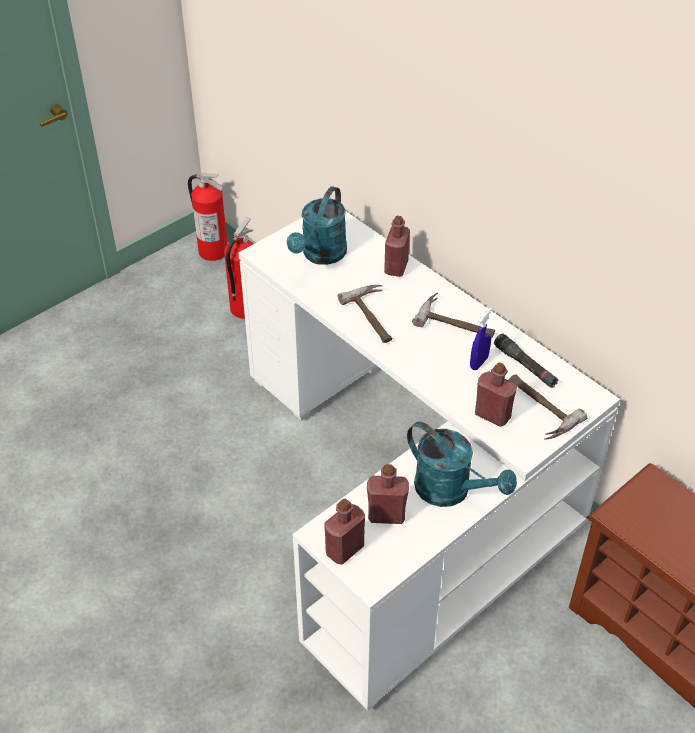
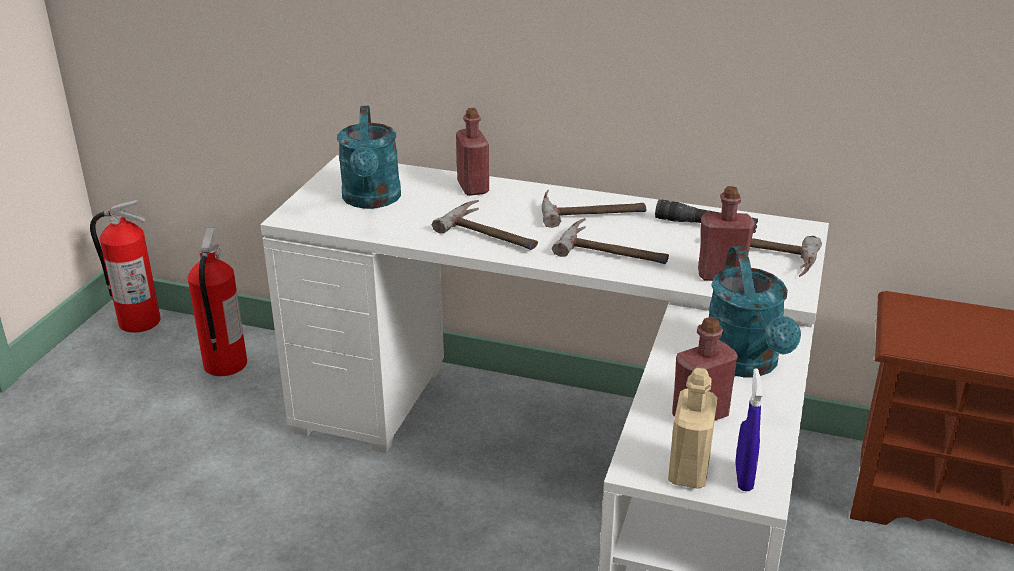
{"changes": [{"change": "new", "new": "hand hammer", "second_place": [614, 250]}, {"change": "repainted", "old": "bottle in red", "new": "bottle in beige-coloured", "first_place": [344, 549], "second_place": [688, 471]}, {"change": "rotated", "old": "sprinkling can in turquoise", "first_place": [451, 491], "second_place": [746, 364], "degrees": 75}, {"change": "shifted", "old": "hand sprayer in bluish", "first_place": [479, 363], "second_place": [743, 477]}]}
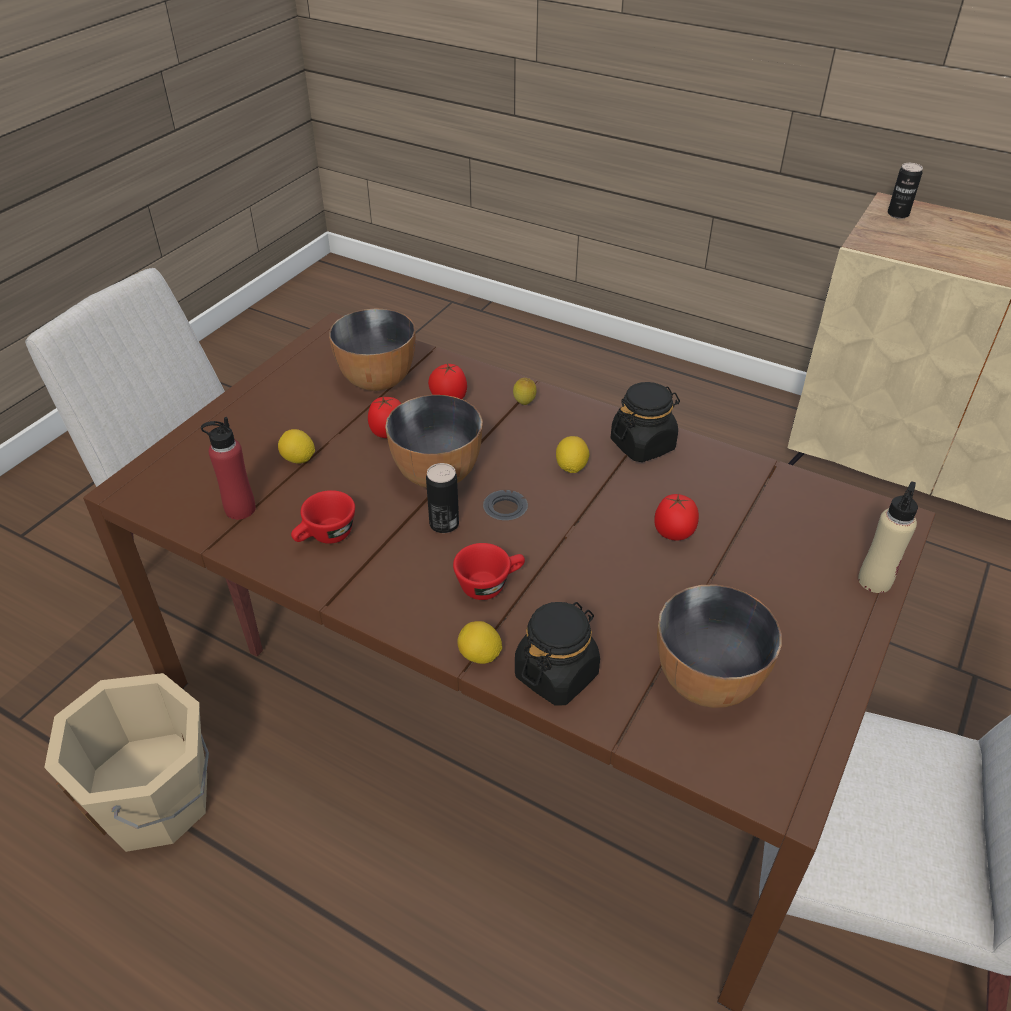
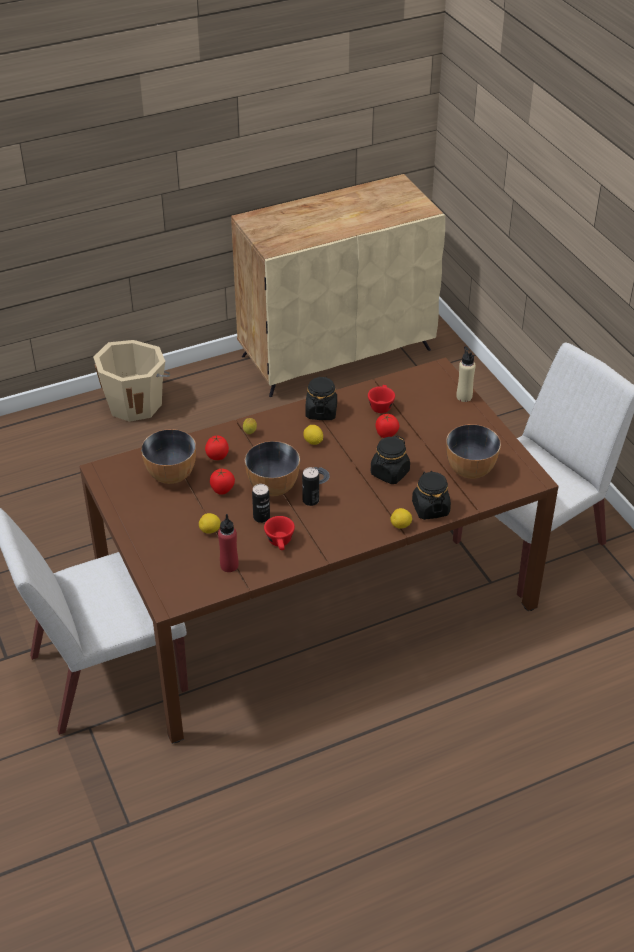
{"changes": [{"change": "shifted", "old": "bucket in beige-coloured", "first_place": [157, 800], "second_place": [135, 403]}, {"change": "shifted", "old": "metal can", "first_place": [898, 214], "second_place": [261, 517]}, {"change": "shifted", "old": "cup in red", "first_place": [490, 584], "second_place": [381, 405]}, {"change": "new", "new": "storage jar in blackish", "second_place": [389, 473]}]}
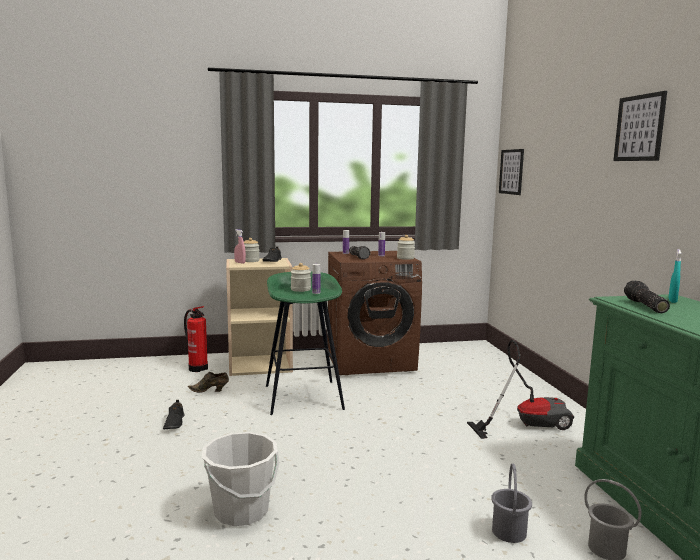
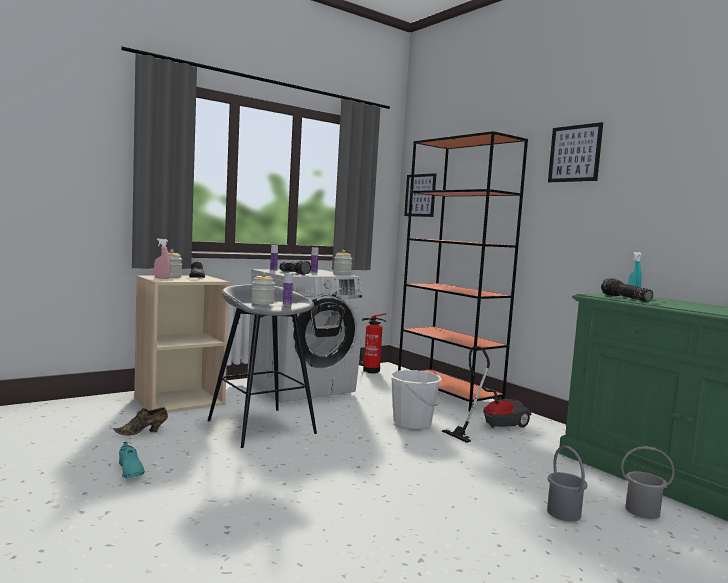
{"changes": [{"change": "repainted", "old": "item of footwear in blackish", "new": "item of footwear in turquoise", "first_place": [174, 423], "second_place": [129, 470]}, {"change": "repainted", "old": "stool in green-coloured", "new": "stool in greyish", "first_place": [304, 397], "second_place": [261, 426]}, {"change": "repainted", "old": "laundry machine in brown-coloured", "new": "laundry machine in white-coloured", "first_place": [371, 363], "second_place": [301, 390]}, {"change": "shifted", "old": "fire extinguisher", "first_place": [197, 368], "second_place": [369, 371]}, {"change": "shifted", "old": "bucket in white-coloured", "first_place": [241, 511], "second_place": [412, 423]}, {"change": "new", "new": "bookcase in orangey", "second_place": [449, 394]}]}
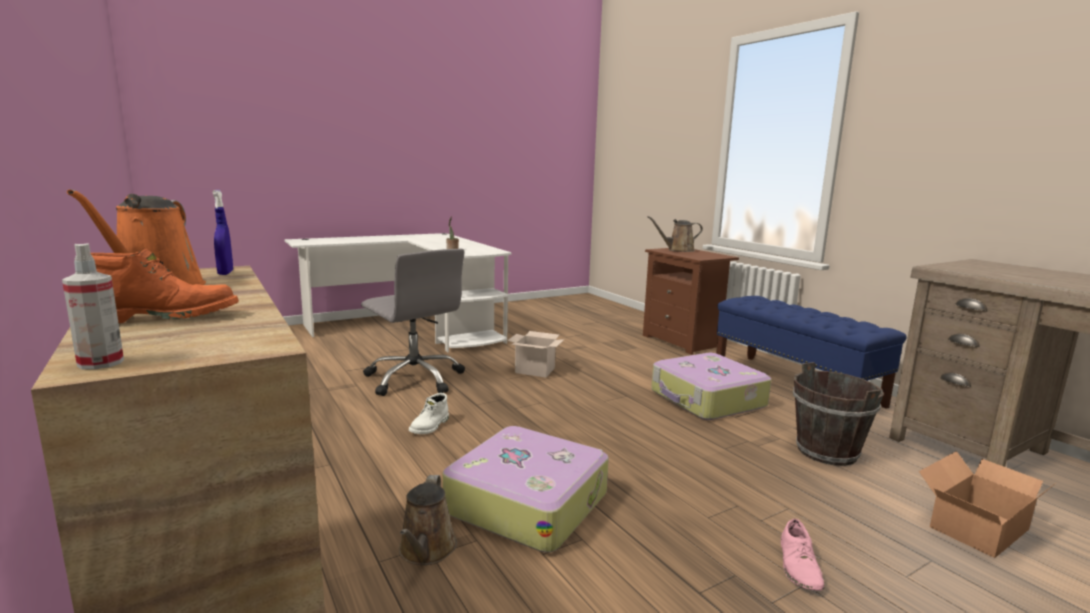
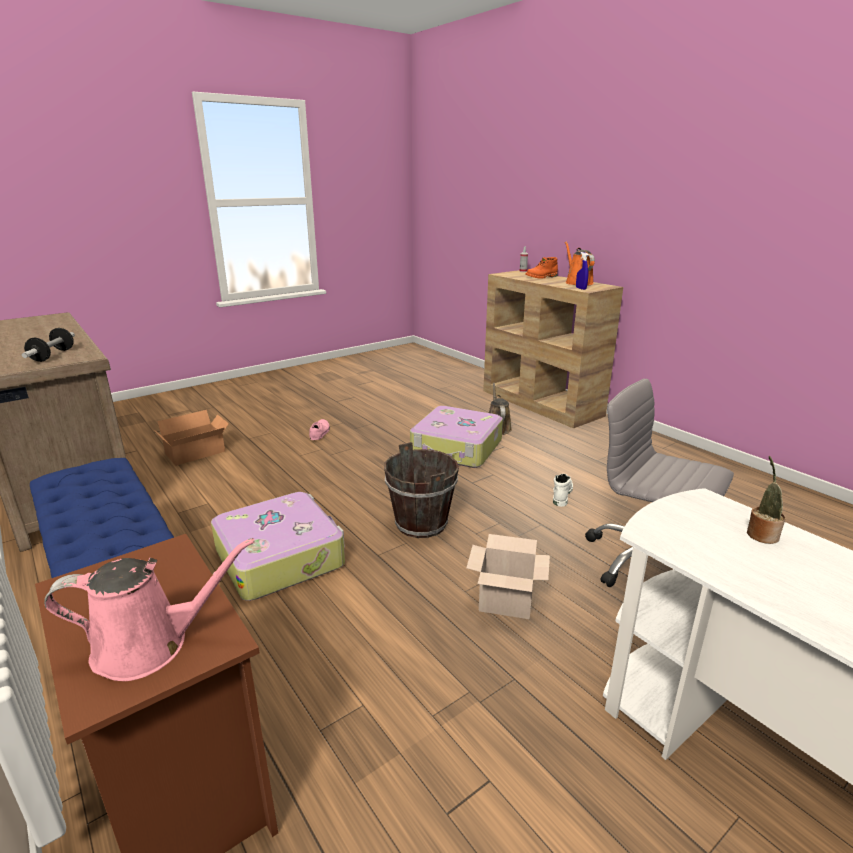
{"changes": [{"change": "new", "new": "hand weight", "second_place": [52, 355]}, {"change": "repainted", "old": "sprinkling can in brown-coloured", "new": "sprinkling can in pink-coloured", "first_place": [678, 250], "second_place": [150, 645]}, {"change": "shifted", "old": "bucket in brown-coloured", "first_place": [826, 452], "second_place": [421, 523]}]}
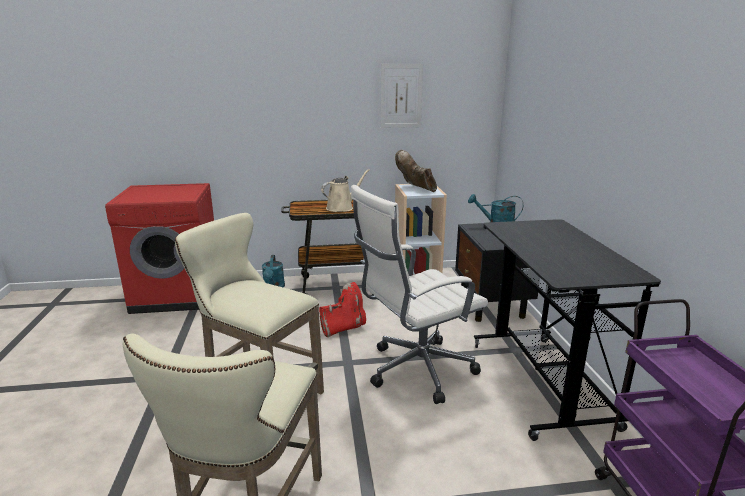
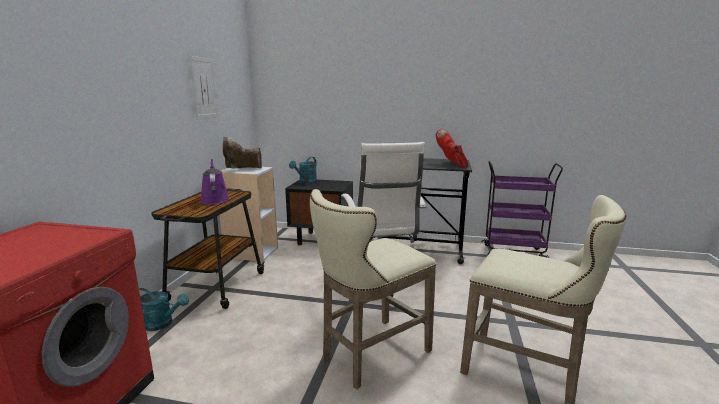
{"changes": [{"change": "repainted", "old": "sprinkling can in beige-coloured", "new": "sprinkling can in purplish", "first_place": [342, 207], "second_place": [214, 200]}, {"change": "shifted", "old": "boot in red", "first_place": [344, 328], "second_place": [451, 164]}]}
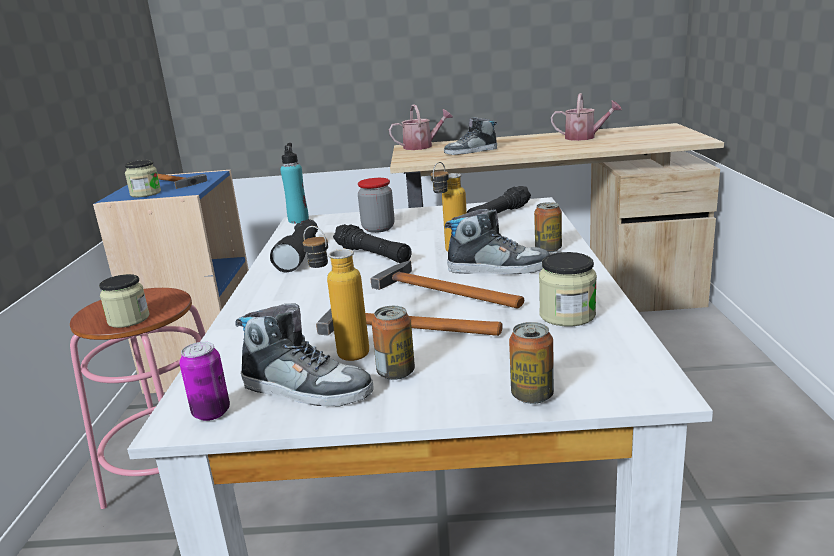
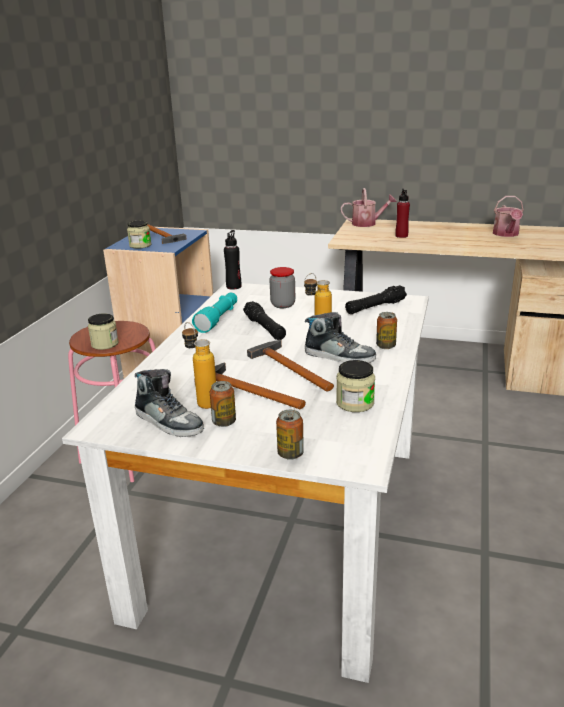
{"changes": [{"change": "repainted", "old": "flashlight in blackish", "new": "flashlight in turquoise", "first_place": [300, 254], "second_place": [218, 319]}, {"change": "repainted", "old": "bottle in turquoise", "new": "bottle in blackish", "first_place": [298, 220], "second_place": [234, 286]}, {"change": "swapped", "old": "item of footwear", "new": "bottle in red", "first_place": [471, 151], "second_place": [401, 236]}, {"change": "rotated", "old": "sprinkling can", "first_place": [584, 137], "second_place": [506, 234], "degrees": 60}, {"change": "gone", "old": "metal can", "first_place": [211, 413]}]}
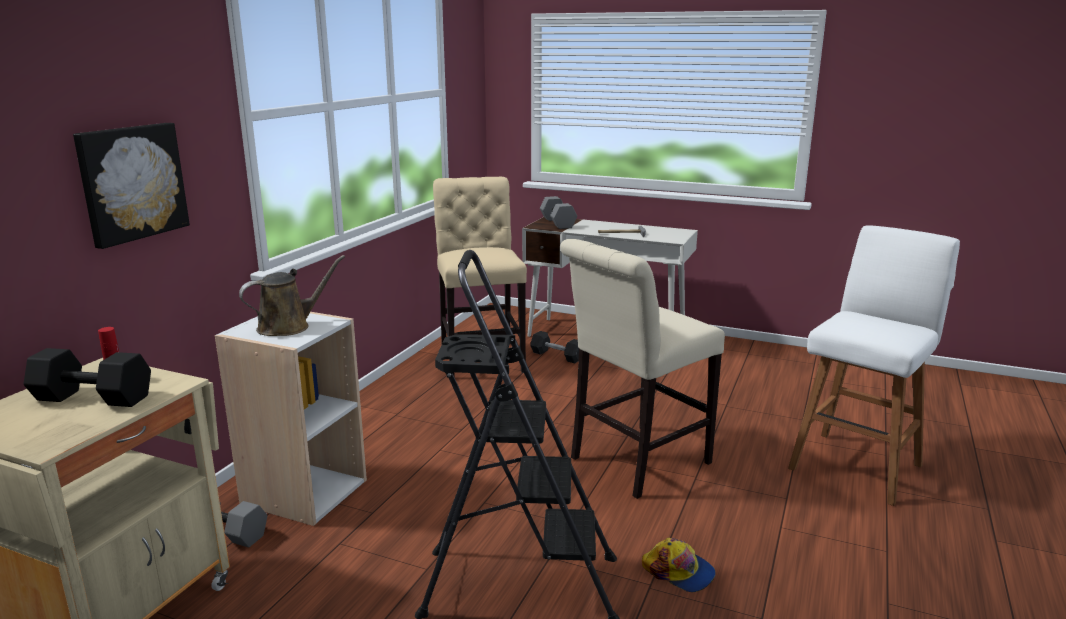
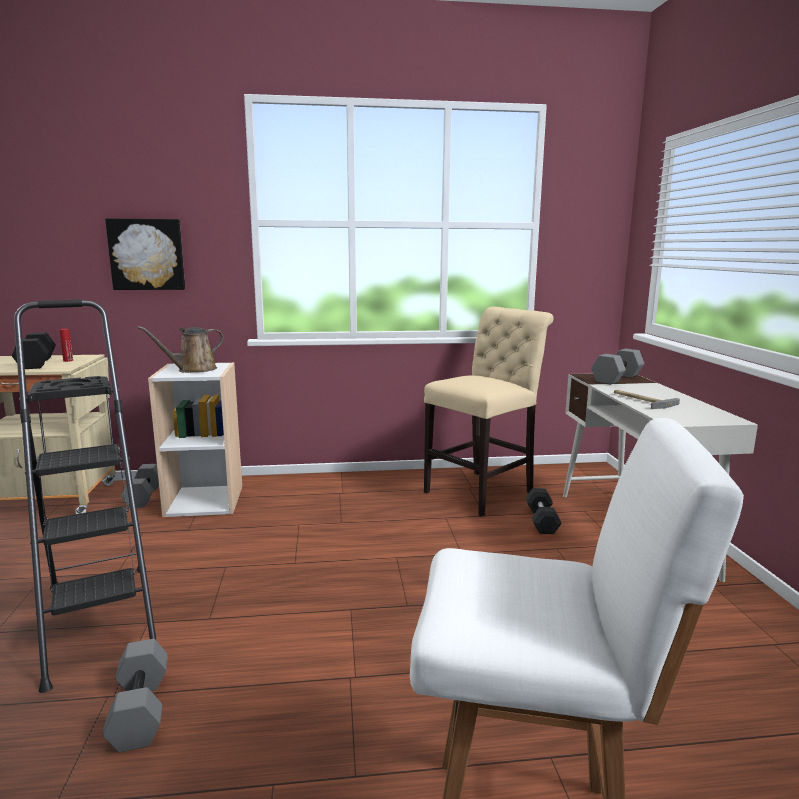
{"changes": [{"change": "swapped", "old": "peaked cap", "new": "hand weight in greyish", "first_place": [679, 571], "second_place": [142, 711]}, {"change": "rotated", "old": "sprinkling can in brown-coloured", "first_place": [289, 326], "second_place": [193, 370], "degrees": 120}, {"change": "gone", "old": "stool in beige-coloured", "first_place": [633, 463]}]}
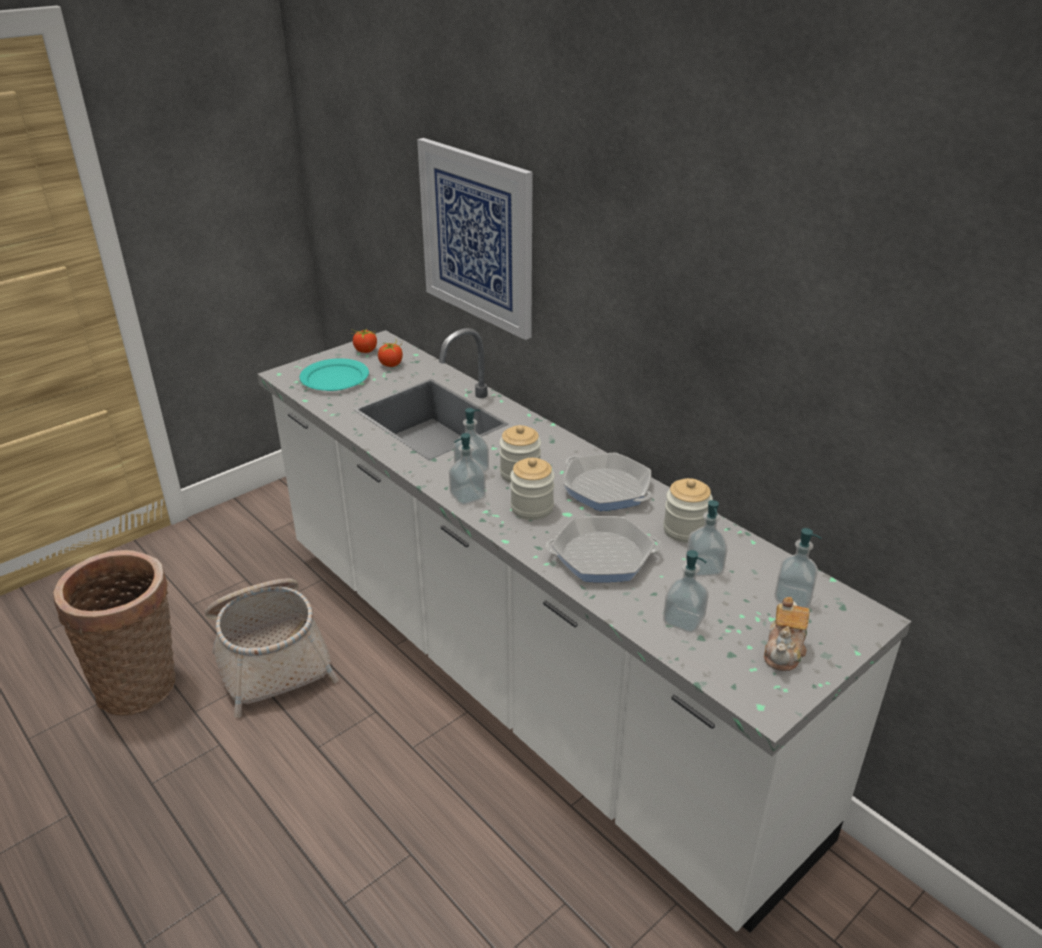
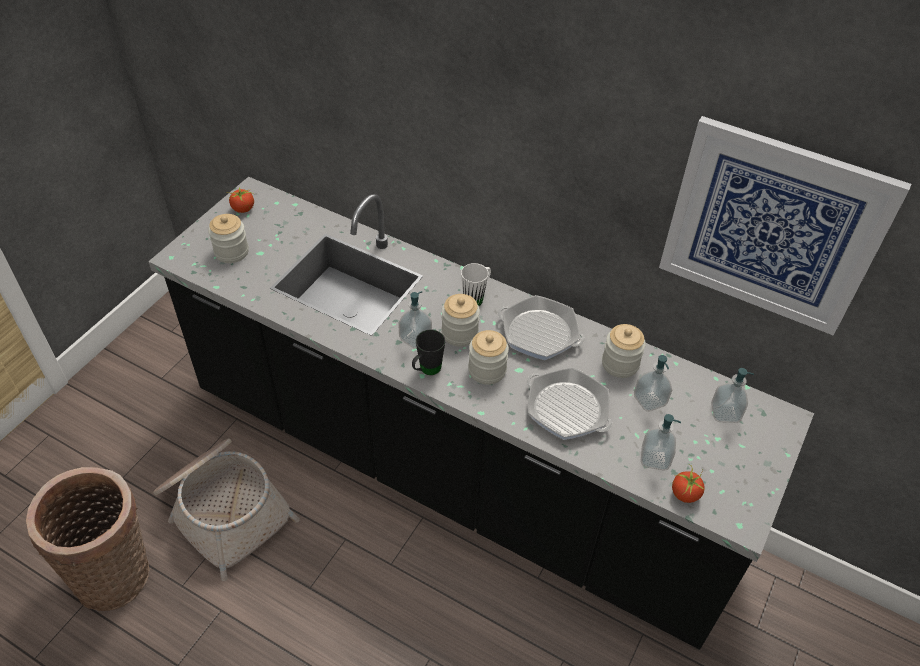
{"changes": [{"change": "repainted", "old": "kitchen base unit in white-coloured", "new": "kitchen base unit in blackish", "first_place": [521, 678], "second_place": [455, 474]}, {"change": "swapped", "old": "plate in turquoise", "new": "storage jar", "first_place": [335, 378], "second_place": [231, 252]}, {"change": "swapped", "old": "soap dispenser", "new": "mug in blackish", "first_place": [467, 496], "second_place": [426, 370]}, {"change": "new", "new": "mug in white-coloured", "second_place": [476, 297]}, {"change": "rotated", "old": "frying pan", "first_place": [602, 556], "second_place": [567, 409], "degrees": -120}, {"change": "shifted", "old": "wall art", "first_place": [477, 237], "second_place": [772, 227]}, {"change": "shifted", "old": "fresh tomato", "first_place": [391, 364], "second_place": [685, 494]}, {"change": "gone", "old": "tea pot", "first_place": [784, 651]}]}
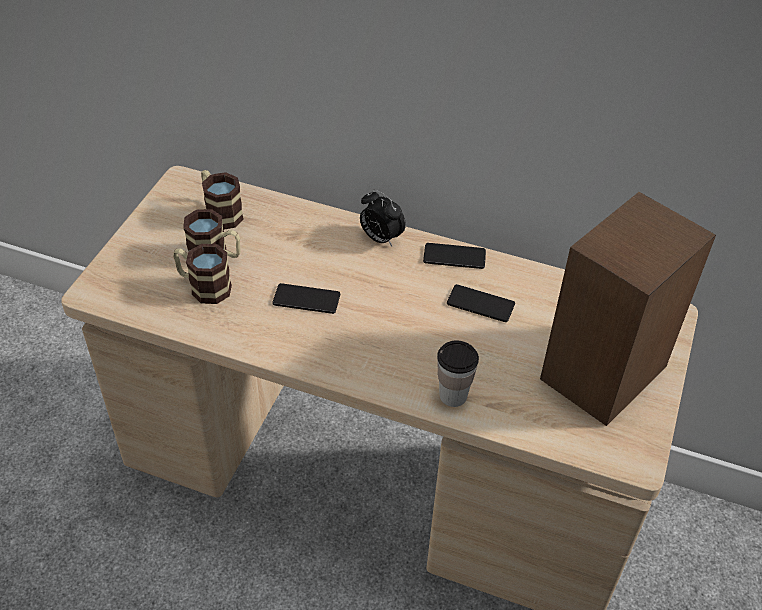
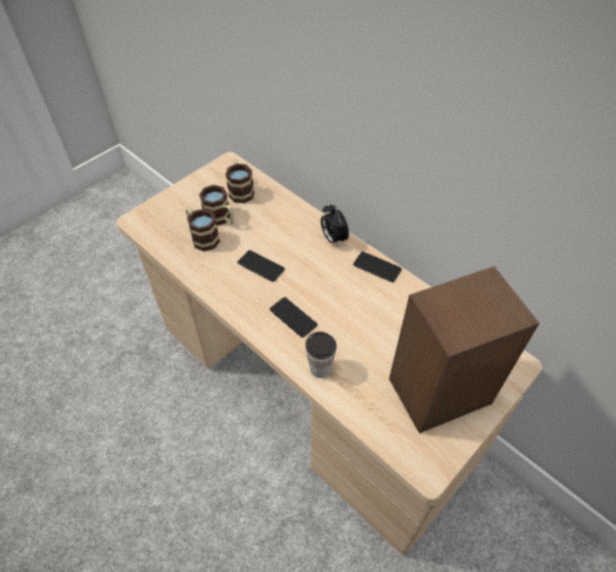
{"changes": [{"change": "shifted", "old": "phone", "first_place": [480, 304], "second_place": [293, 317]}]}
